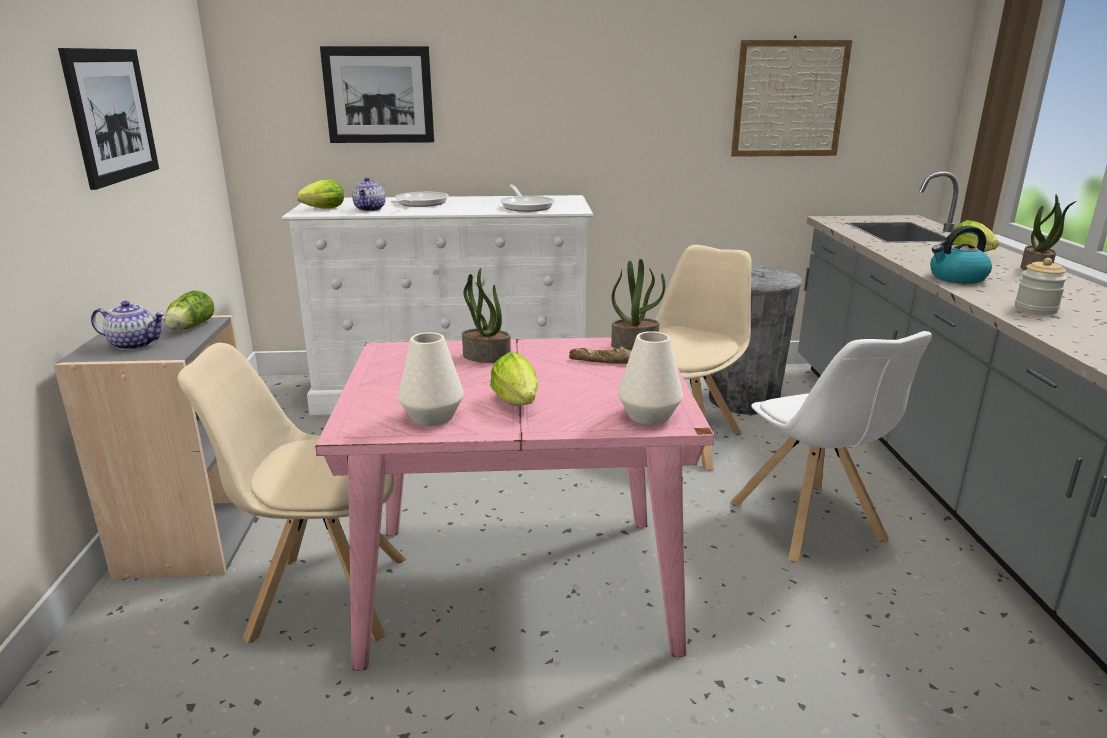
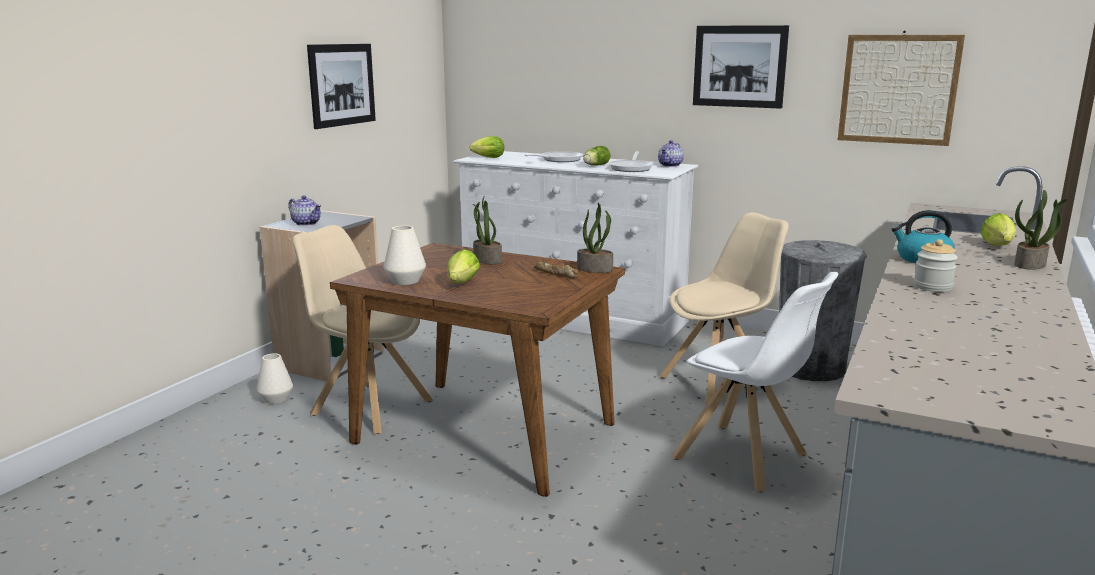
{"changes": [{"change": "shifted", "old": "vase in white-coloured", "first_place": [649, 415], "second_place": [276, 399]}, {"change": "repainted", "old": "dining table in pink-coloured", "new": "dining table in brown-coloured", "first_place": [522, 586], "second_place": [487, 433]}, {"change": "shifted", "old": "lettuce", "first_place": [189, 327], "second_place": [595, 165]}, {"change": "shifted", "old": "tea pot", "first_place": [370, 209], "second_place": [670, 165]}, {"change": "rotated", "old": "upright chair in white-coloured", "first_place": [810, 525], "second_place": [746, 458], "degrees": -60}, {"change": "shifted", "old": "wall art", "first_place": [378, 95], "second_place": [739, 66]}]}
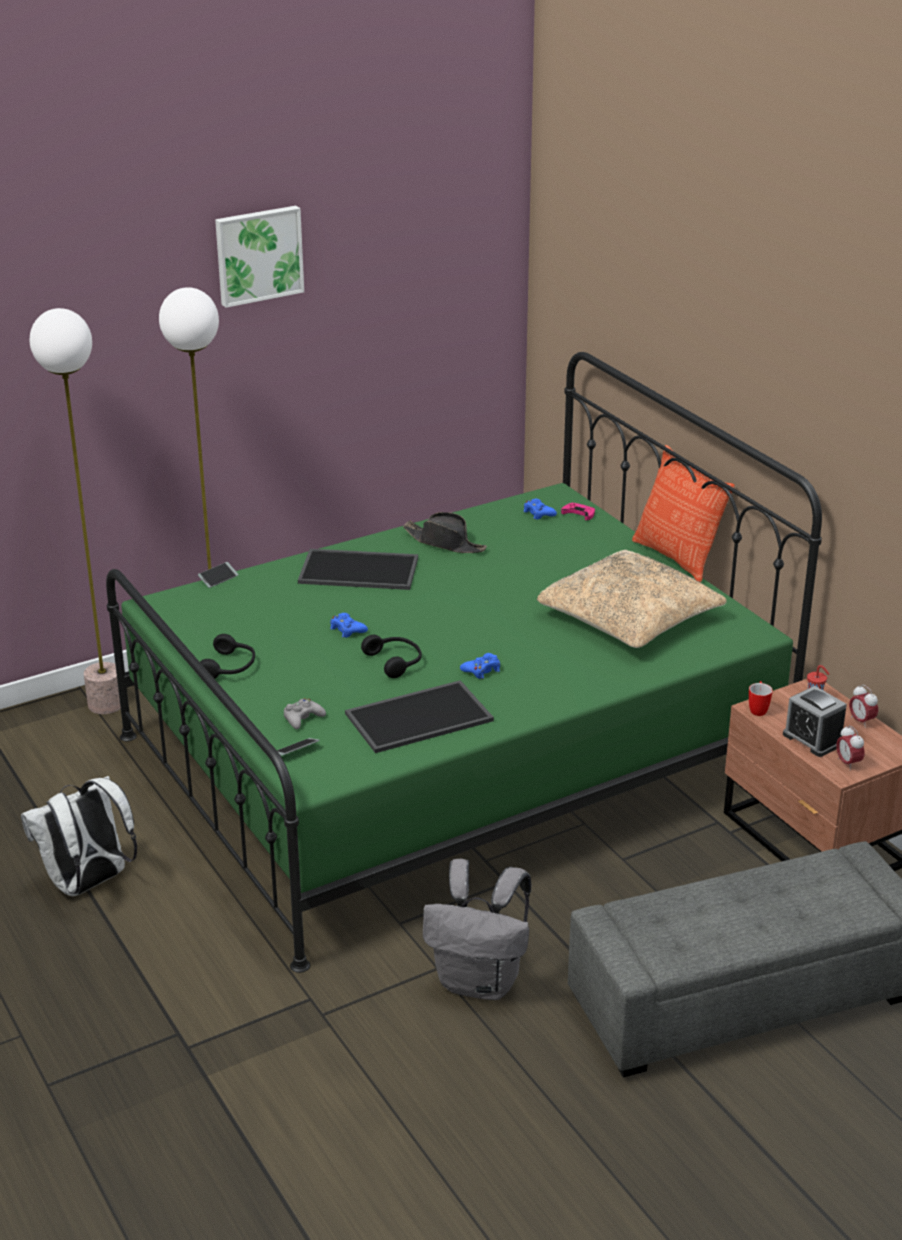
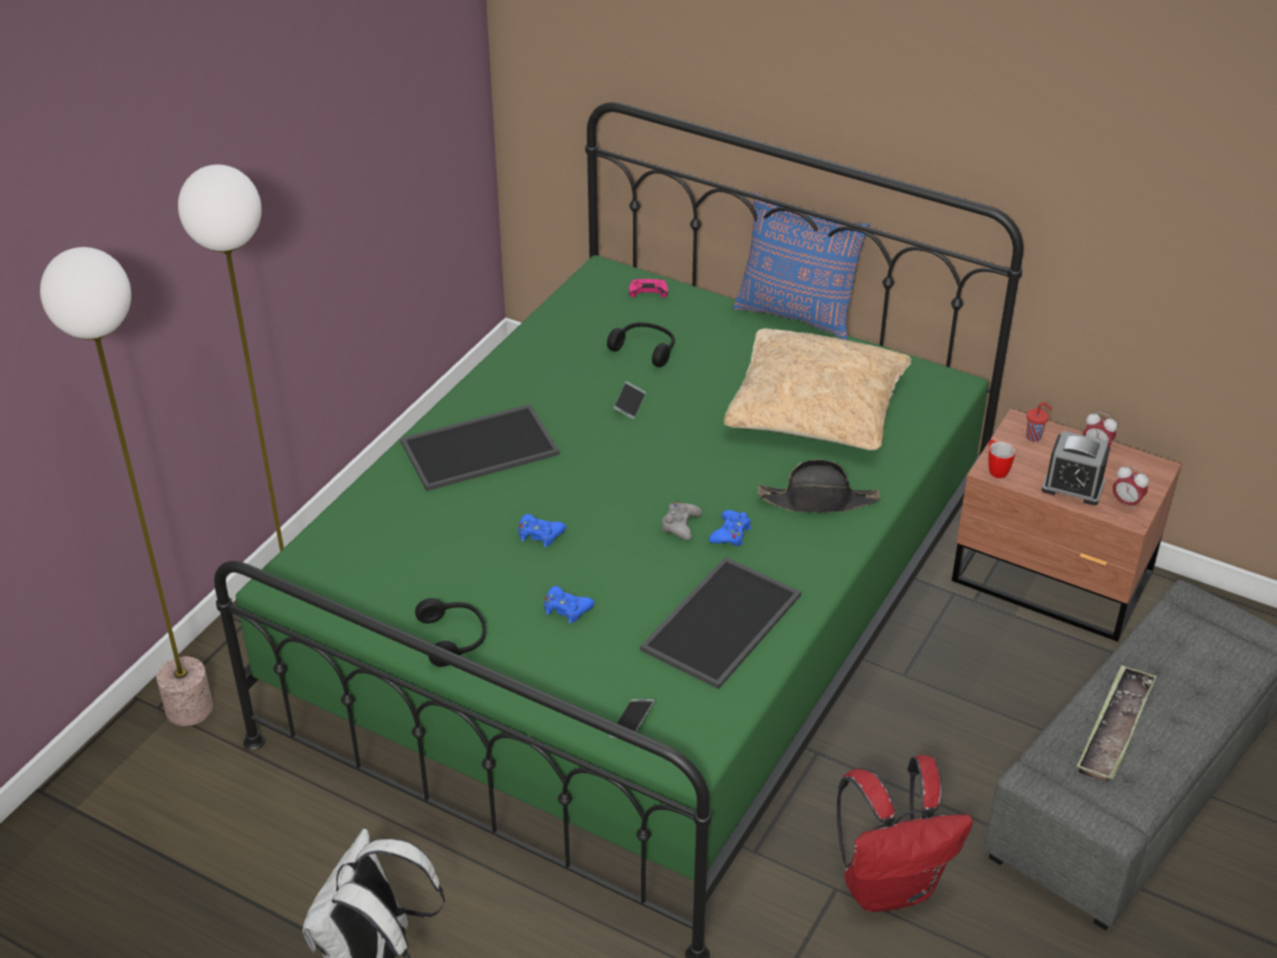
{"changes": [{"change": "shifted", "old": "gamepad in bluish", "first_place": [538, 513], "second_place": [566, 609]}, {"change": "shifted", "old": "headset in blackish", "first_place": [395, 662], "second_place": [645, 349]}, {"change": "shifted", "old": "phone", "first_place": [218, 578], "second_place": [629, 404]}, {"change": "shifted", "old": "gamepad in greyish", "first_place": [302, 718], "second_place": [680, 525]}, {"change": "repainted", "old": "throw pillow in orangey", "new": "throw pillow in bluish", "first_place": [677, 558], "second_place": [796, 316]}, {"change": "shifted", "old": "wearable hat in blackish", "first_place": [445, 543], "second_place": [818, 500]}, {"change": "repainted", "old": "knapsack in greyish", "new": "knapsack in red", "first_place": [480, 982], "second_place": [890, 885]}, {"change": "new", "new": "tray", "second_place": [1114, 729]}, {"change": "gone", "old": "wall art", "first_place": [258, 255]}]}
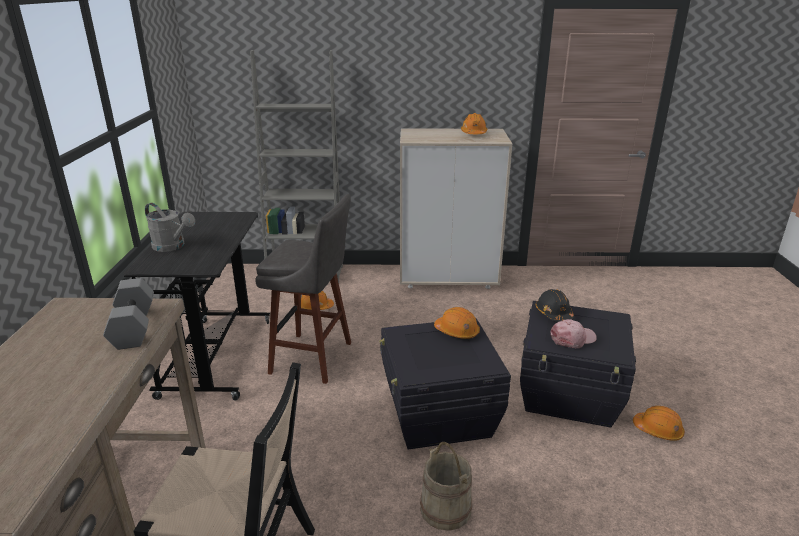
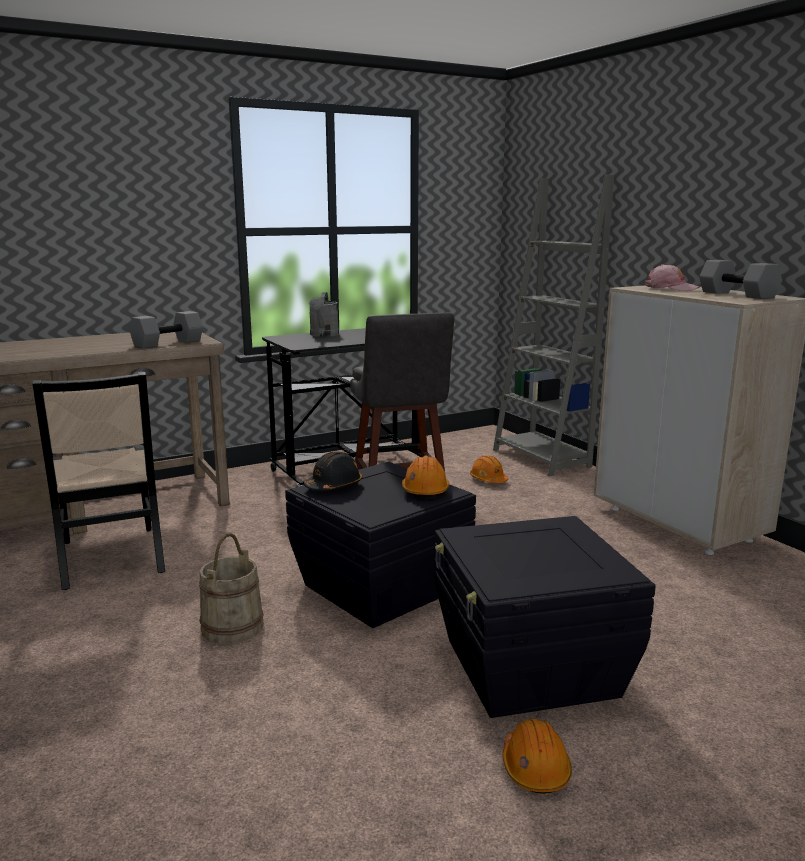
{"changes": [{"change": "shifted", "old": "safety helmet in blackish", "first_place": [553, 314], "second_place": [334, 486]}, {"change": "shifted", "old": "peaked cap in pink-coloured", "first_place": [573, 338], "second_place": [671, 288]}, {"change": "swapped", "old": "safety helmet in orangey", "new": "hand weight in greyish", "first_place": [473, 133], "second_place": [738, 295]}]}
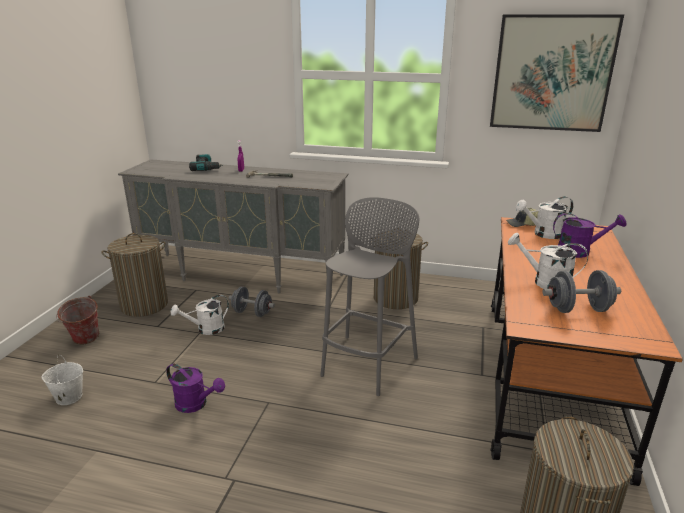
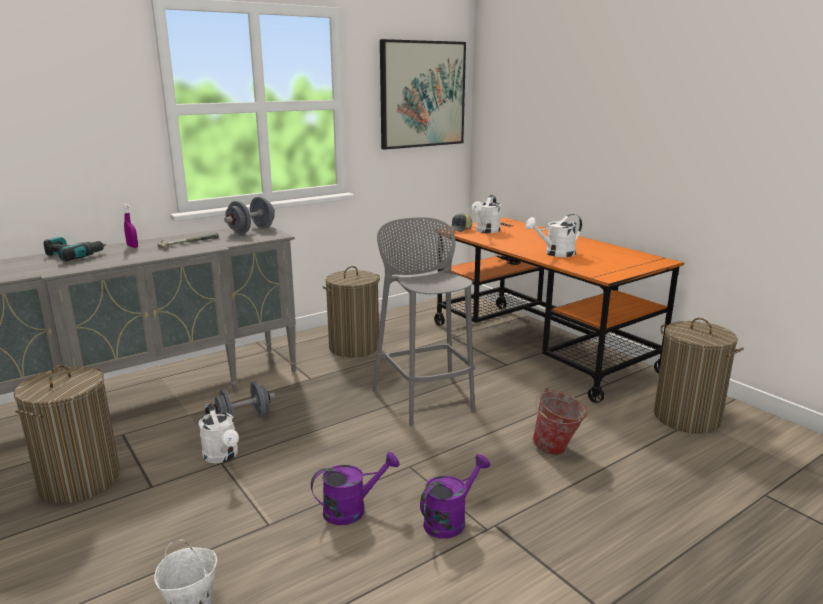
{"changes": [{"change": "rotated", "old": "sprinkling can in white-coloured", "first_place": [206, 329], "second_place": [223, 456], "degrees": -45}, {"change": "shifted", "old": "hand weight in greyish", "first_place": [577, 309], "second_place": [251, 230]}, {"change": "shifted", "old": "sprinkling can in purplish", "first_place": [579, 252], "second_place": [450, 520]}, {"change": "shifted", "old": "bucket", "first_place": [84, 341], "second_place": [557, 449]}]}
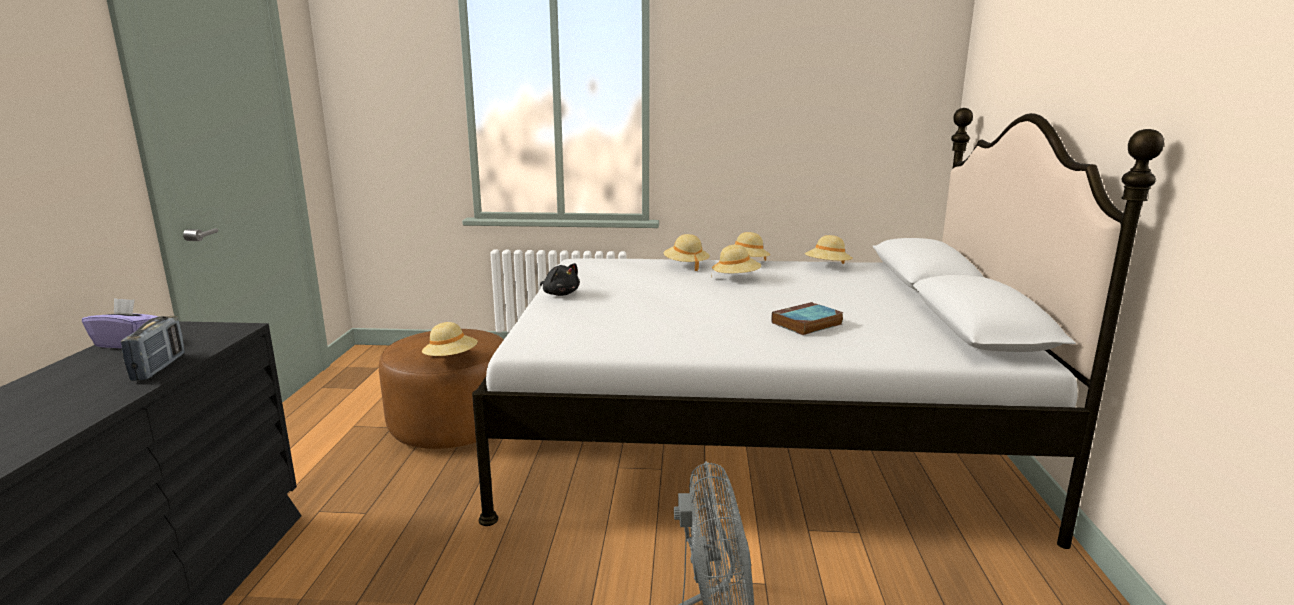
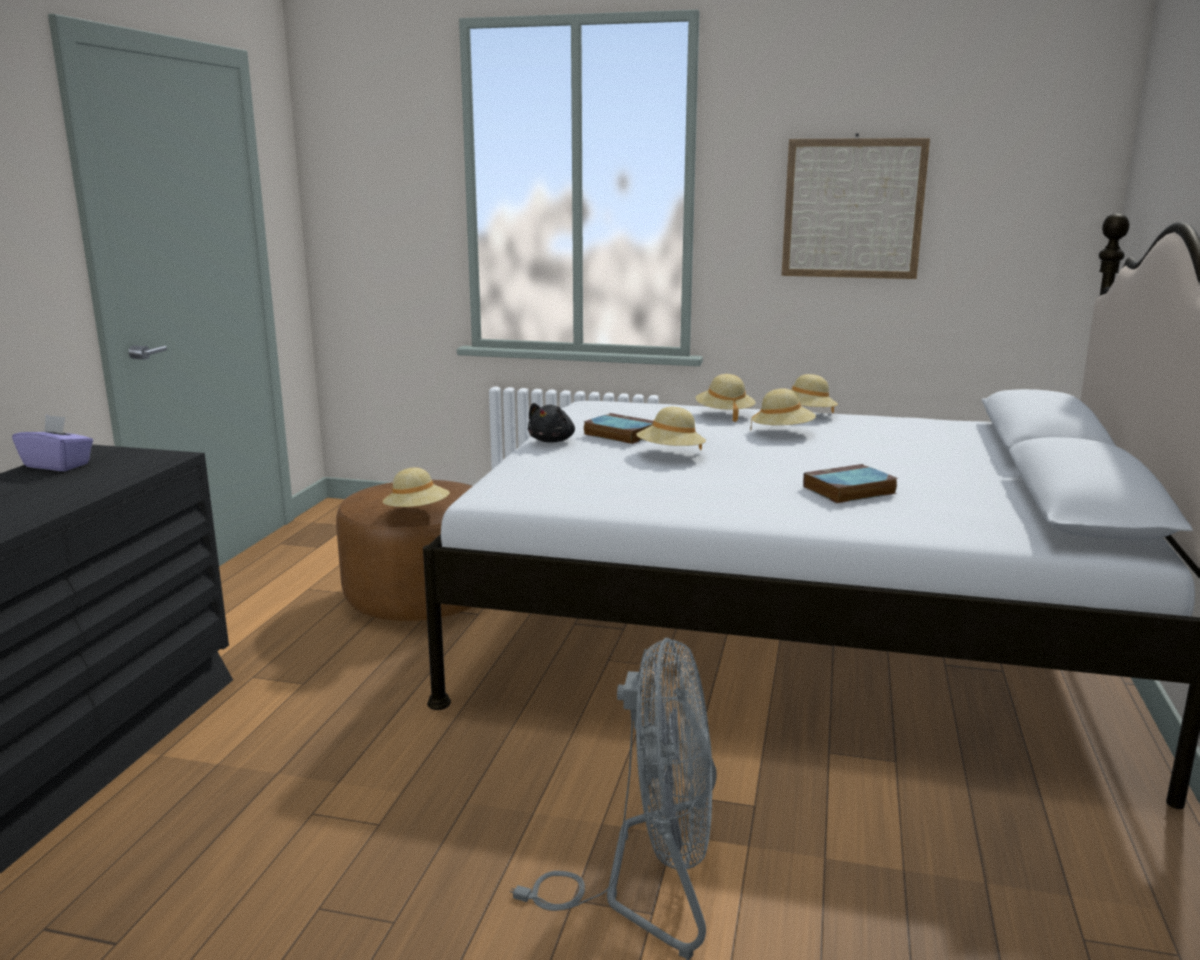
{"changes": [{"change": "rotated", "old": "cuddly toy in blackish", "first_place": [560, 294], "second_place": [552, 441], "degrees": 60}, {"change": "new", "new": "bound book", "second_place": [619, 434]}, {"change": "shifted", "old": "wearable hat in beige-coloured", "first_place": [827, 267], "second_place": [670, 454]}, {"change": "new", "new": "wall art", "second_place": [853, 206]}, {"change": "gone", "old": "radio", "first_place": [159, 367]}]}
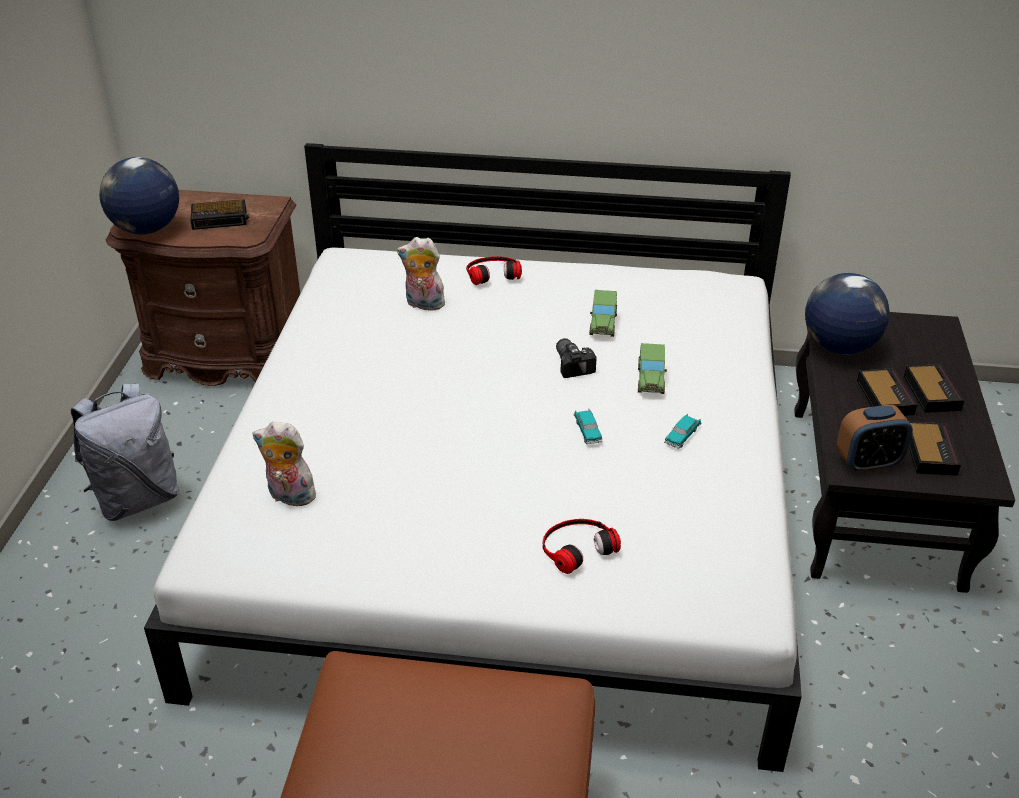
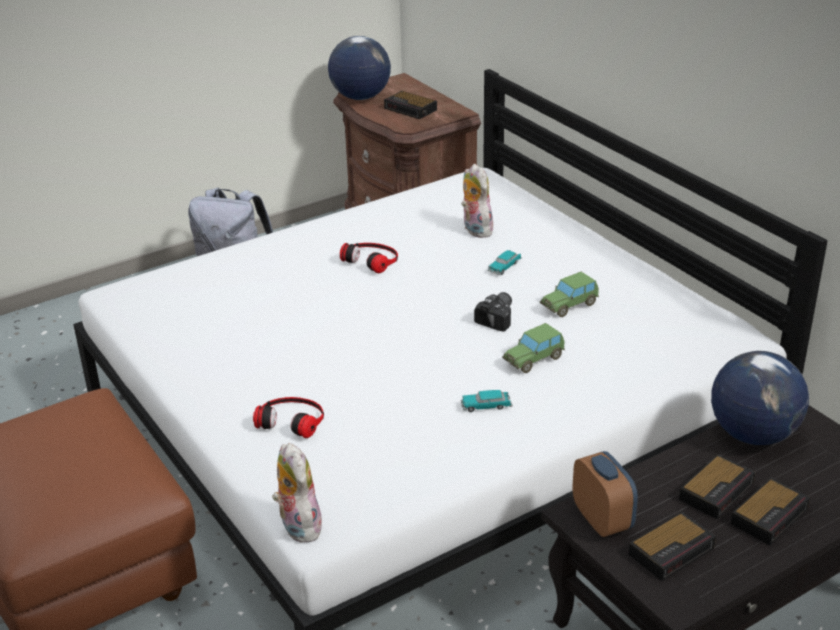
{"changes": [{"change": "shifted", "old": "cuddly toy", "first_place": [289, 497], "second_place": [297, 526]}, {"change": "shifted", "old": "headset", "first_place": [492, 273], "second_place": [372, 259]}, {"change": "shifted", "old": "toy car", "first_place": [587, 430], "second_place": [504, 266]}, {"change": "rotated", "old": "alarm clock", "first_place": [868, 463], "second_place": [602, 520], "degrees": -150}]}
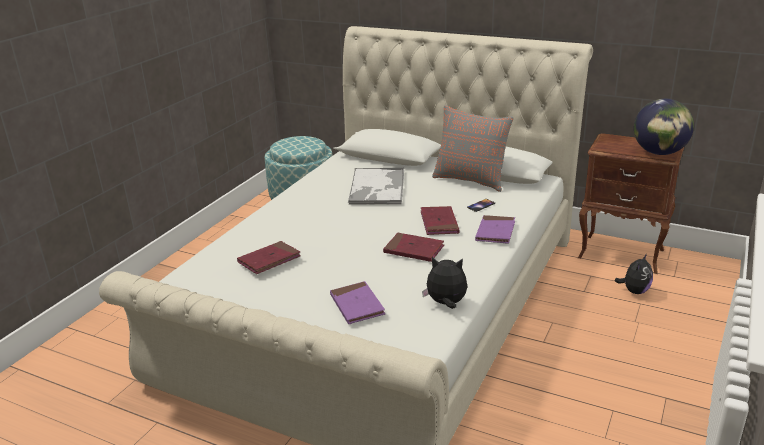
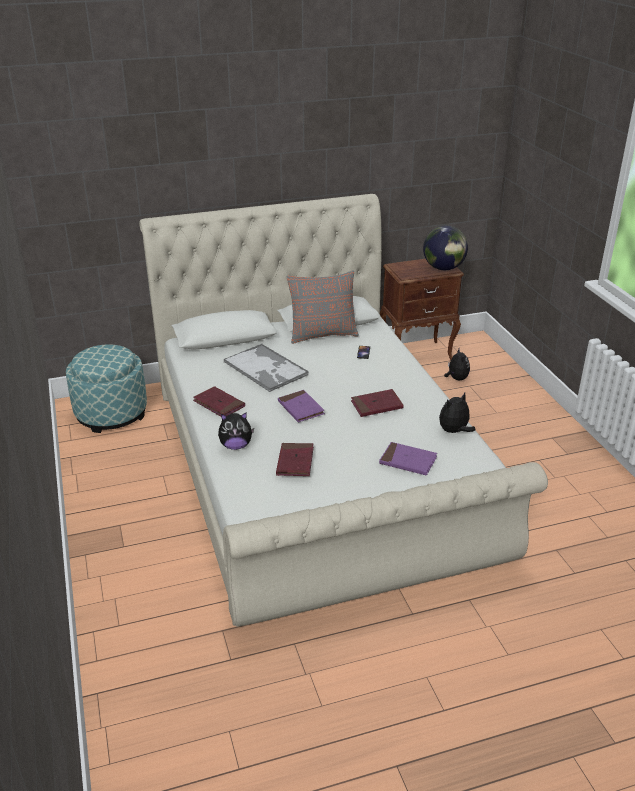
{"changes": [{"change": "shifted", "old": "bound book in red", "first_place": [439, 223], "second_place": [219, 404]}, {"change": "new", "new": "cuddly toy", "second_place": [236, 446]}, {"change": "shifted", "old": "bound book in purplish", "first_place": [495, 232], "second_place": [301, 408]}]}
